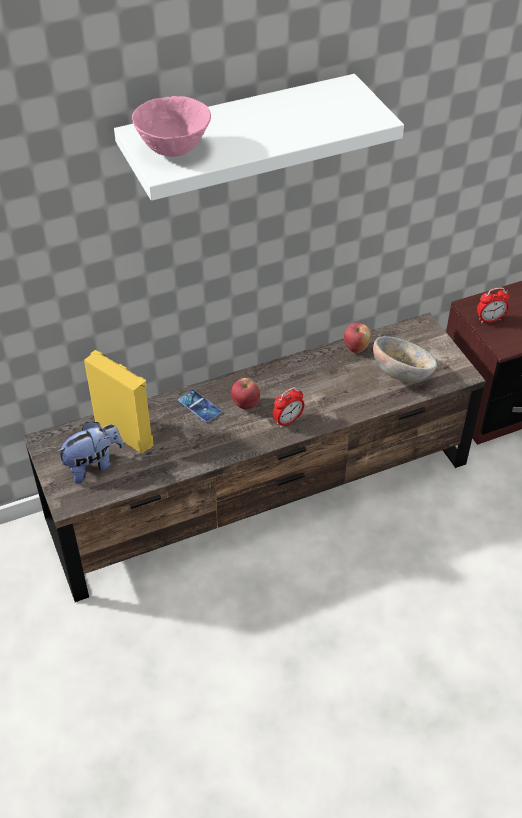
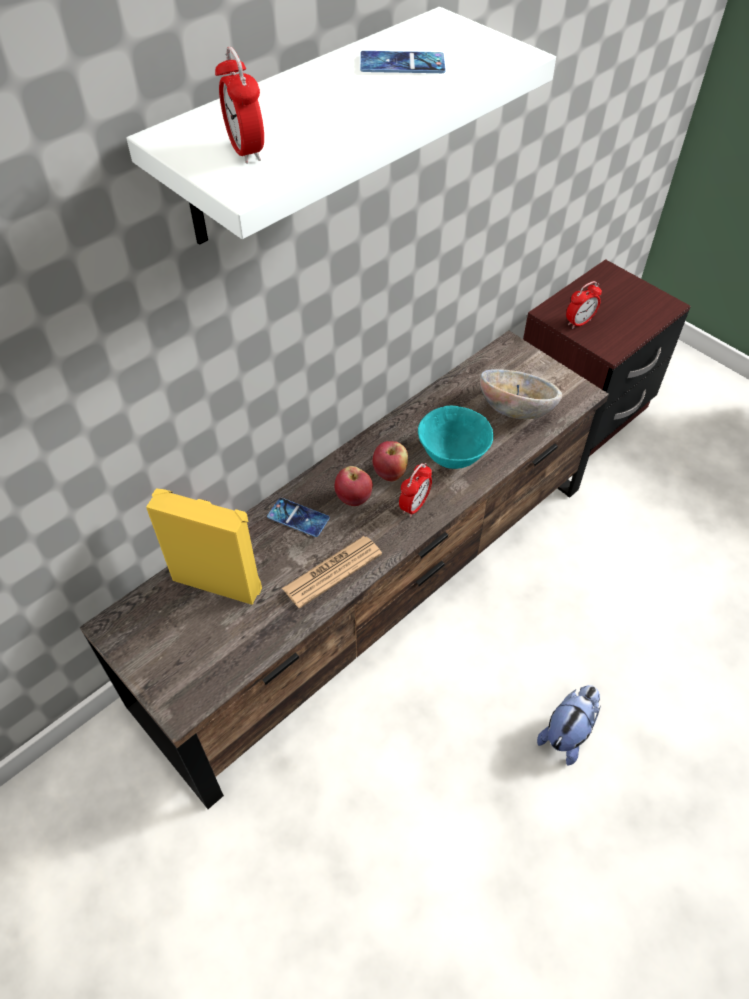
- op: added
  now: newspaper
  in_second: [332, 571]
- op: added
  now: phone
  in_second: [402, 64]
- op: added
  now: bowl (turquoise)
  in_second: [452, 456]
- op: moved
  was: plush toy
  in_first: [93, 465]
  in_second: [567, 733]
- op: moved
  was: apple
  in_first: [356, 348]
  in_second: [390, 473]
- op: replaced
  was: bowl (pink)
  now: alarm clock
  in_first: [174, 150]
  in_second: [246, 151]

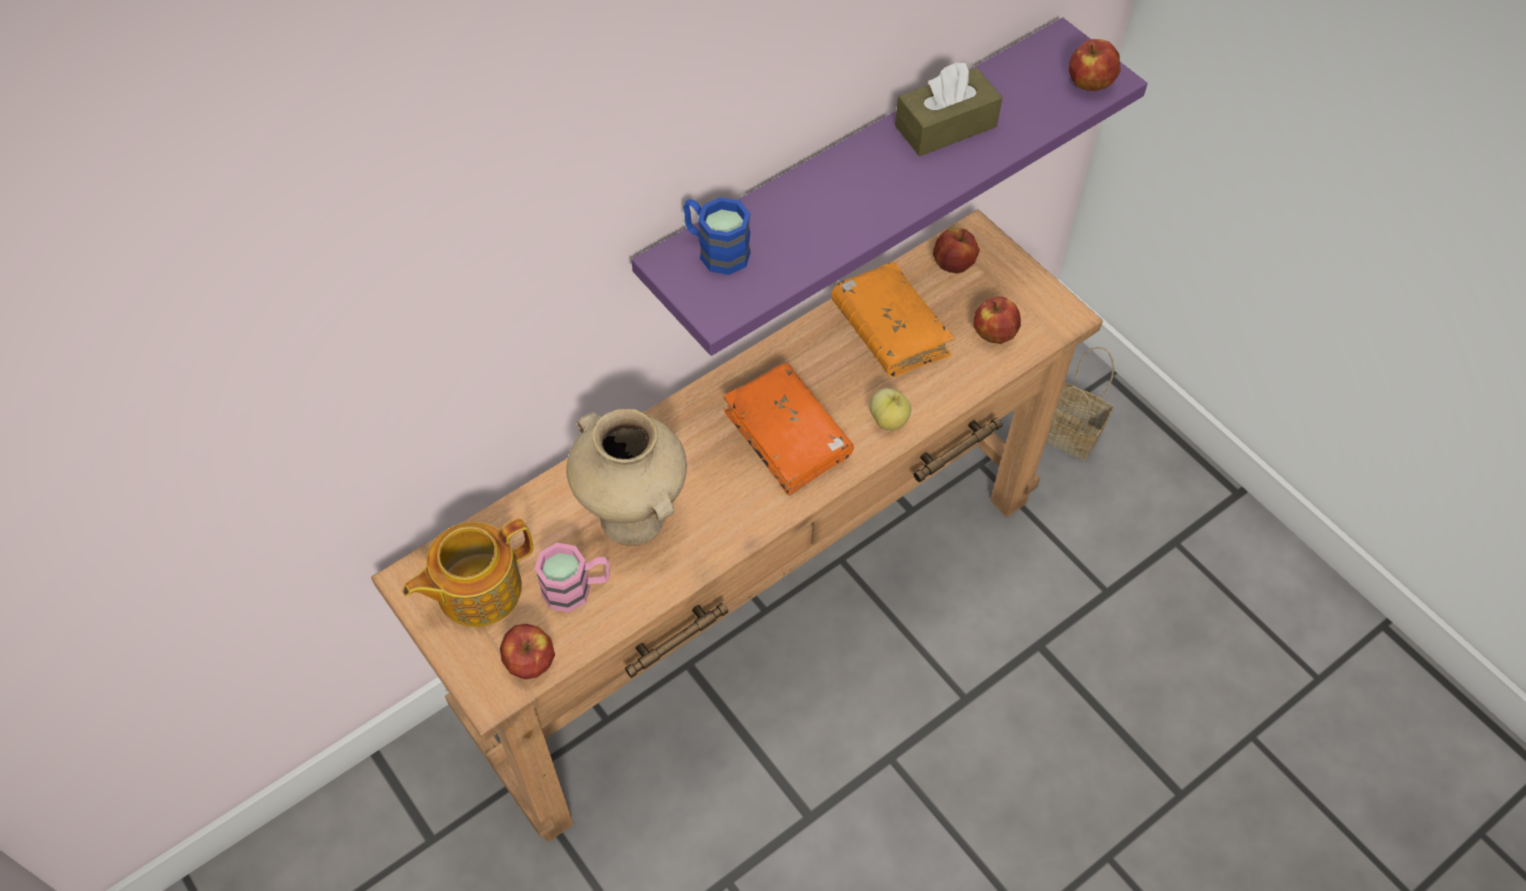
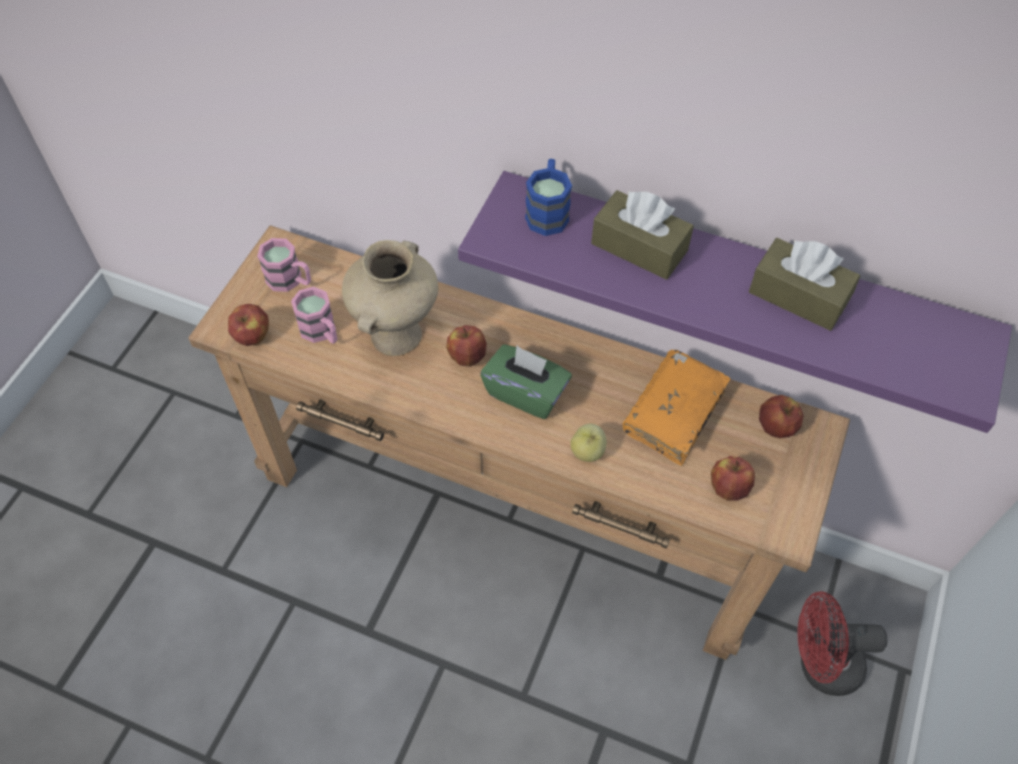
- op: added
  now: tissue box (brown)
  in_second: [639, 247]
- op: moved
  was: apple
  in_first: [1090, 83]
  in_second: [467, 357]
- op: replaced
  was: teapot
  now: mug (pink)
  in_first: [477, 589]
  in_second: [290, 281]
- op: replaced
  was: book (orange)
  now: tissue box (green)
  in_first: [787, 437]
  in_second: [526, 393]
- op: replaced
  was: basket
  now: fan (red)
  in_first: [1071, 433]
  in_second: [820, 665]

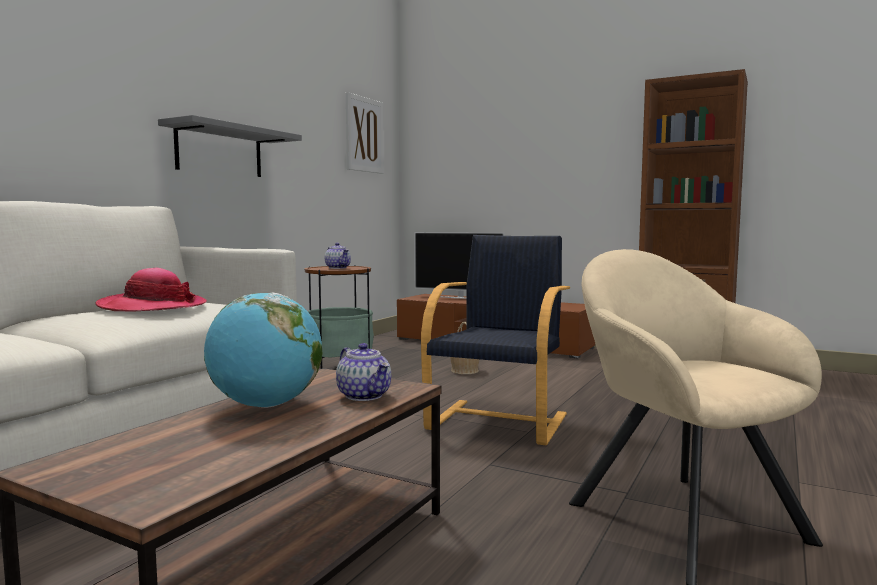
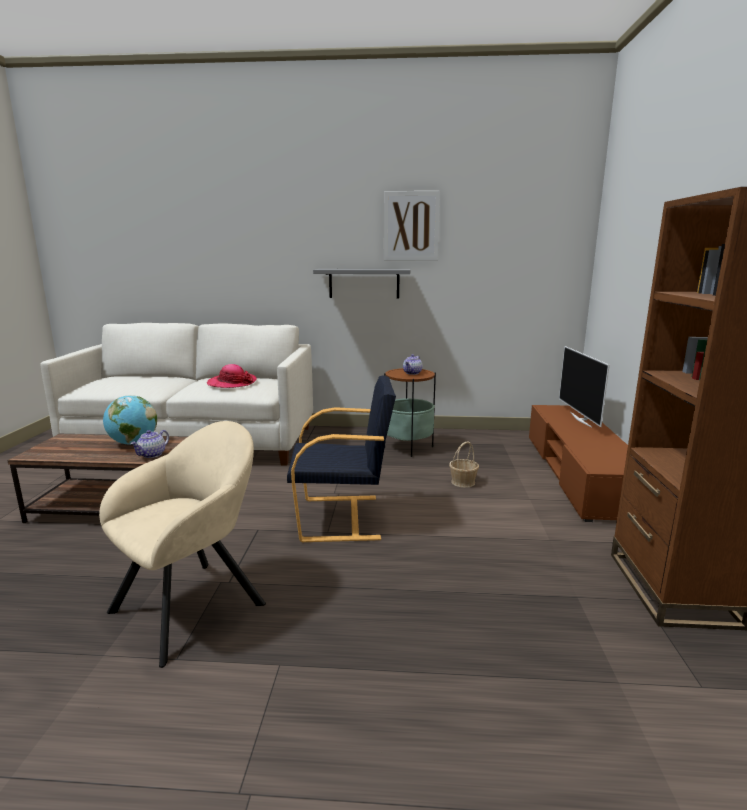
- op: moved
  was: picture
  in_first: [364, 135]
  in_second: [411, 226]

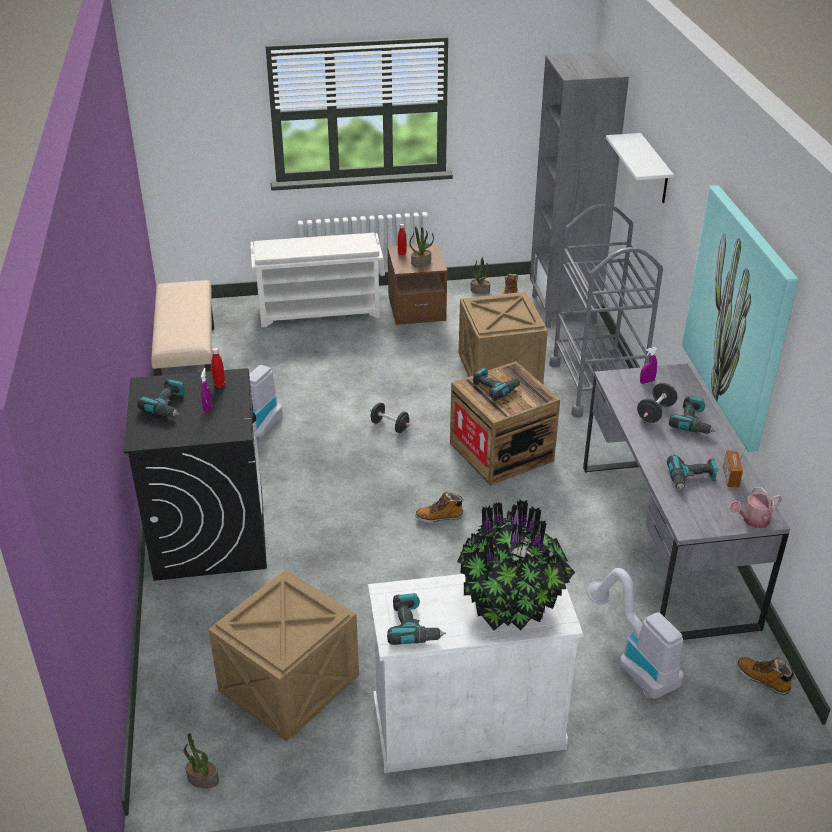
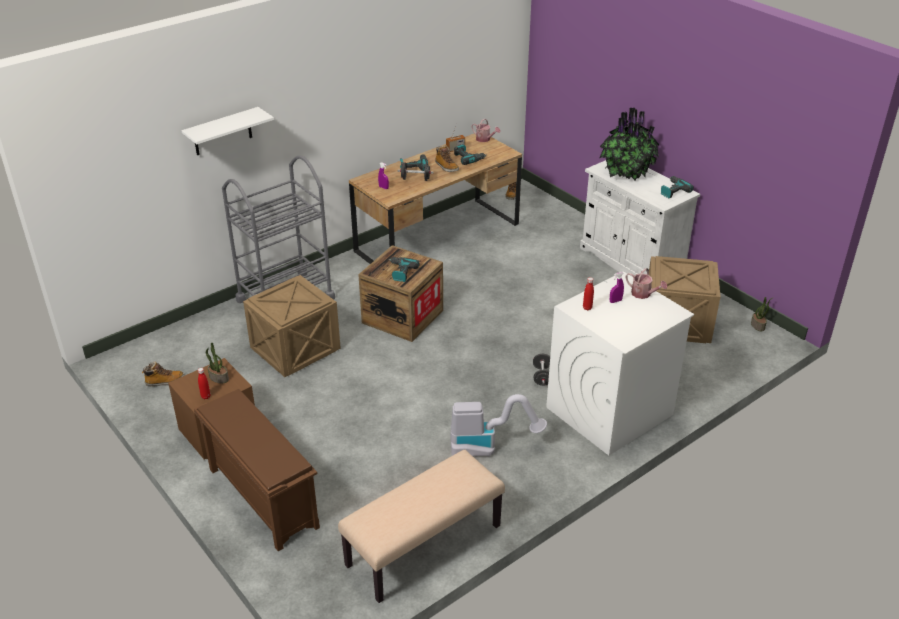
- op: removed
  was: power drill
  in_first: [168, 406]
- op: removed
  was: potted plant
  in_first: [480, 291]
- op: removed
  was: bookcase (grey)
  in_first: [564, 310]
- op: removed
  was: vacuum cleaner
  in_first: [634, 660]
- op: removed
  was: picture
  in_first: [740, 315]
- op: added
  now: watering can
  in_second: [643, 294]
- op: moved
  was: dumbbell (black)
  in_first: [390, 426]
  in_second: [542, 376]
- op: moved
  was: boot
  in_first: [439, 517]
  in_second: [446, 167]
- op: recoloured
  was: washing machine (black)
  now: washing machine (white)
  in_first: [209, 534]
  in_second: [609, 411]
- op: recoloured
  was: shoe rack (white)
  now: shoe rack (brown)
  in_first: [320, 311]
  in_second: [261, 497]
- op: recoloured
  was: desk (grey)
  now: desk (brown)
  in_first: [664, 542]
  in_second: [438, 237]

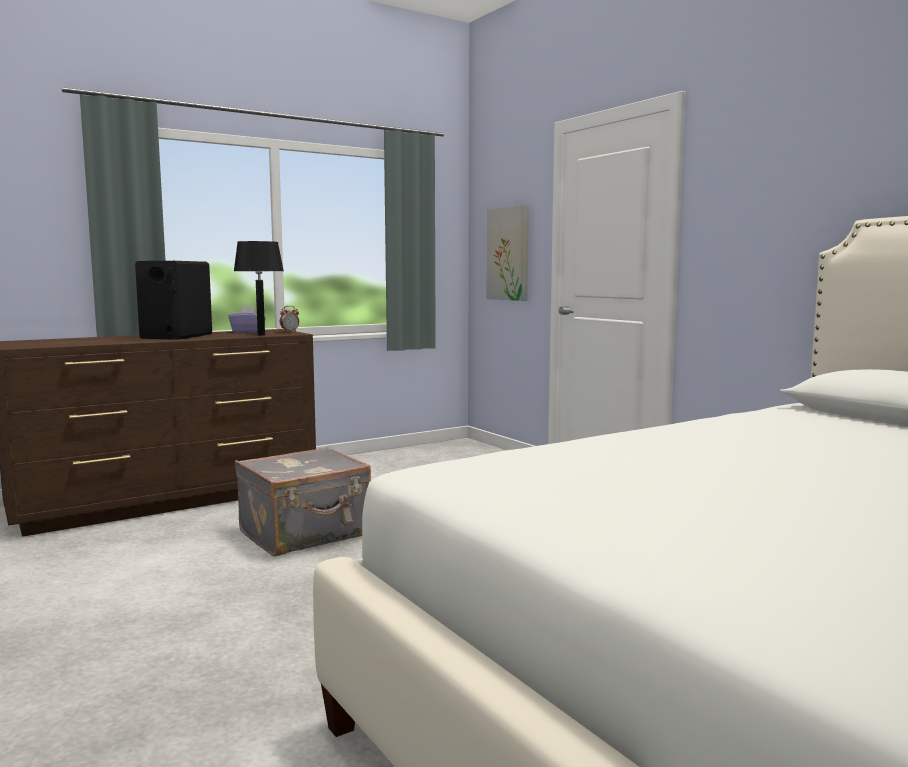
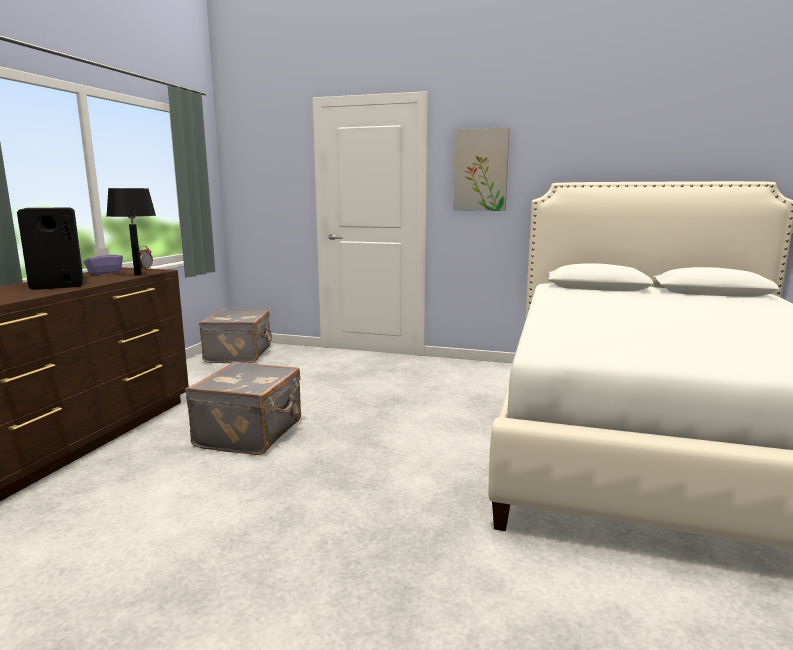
- op: added
  now: suitcase (grey)
  in_second: [239, 355]
- op: moved
  was: picture
  in_first: [508, 254]
  in_second: [480, 170]

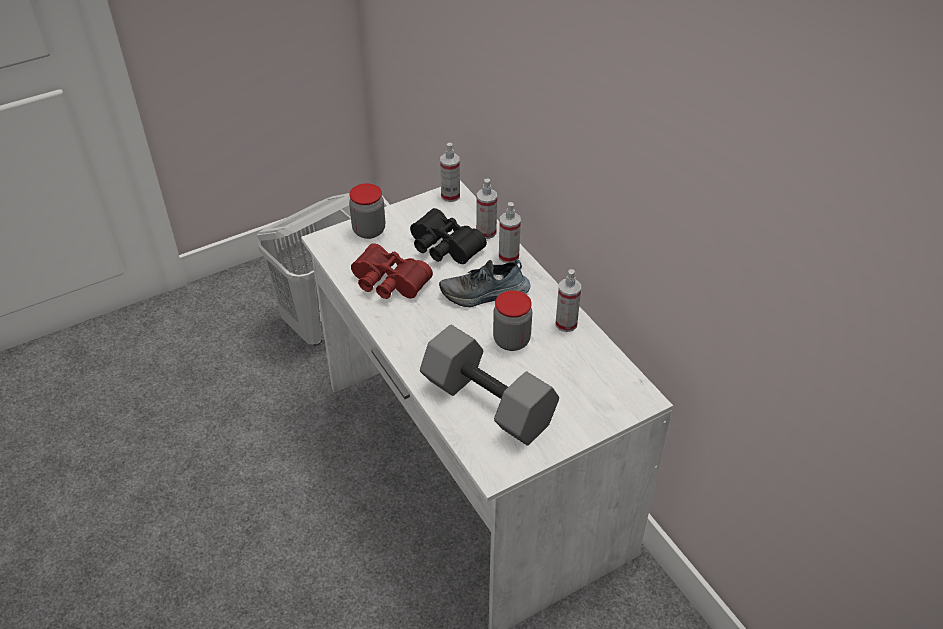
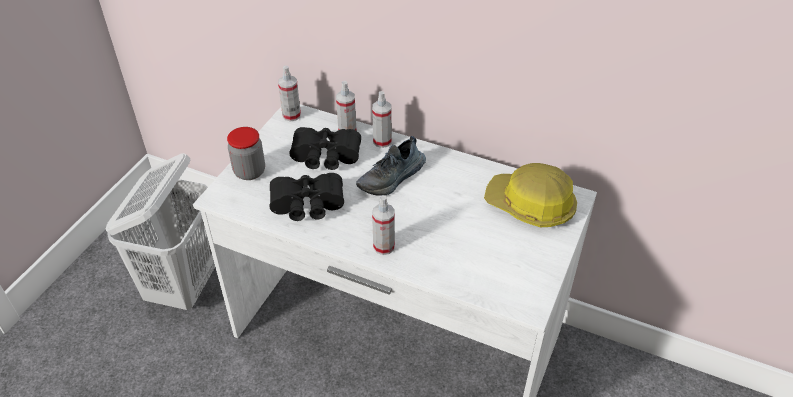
- op: removed
  was: dumbbell (grey)
  in_first: [485, 403]
- op: removed
  was: jar
  in_first: [511, 340]
- op: added
  now: hard hat
  in_second: [530, 206]
- op: moved
  was: spray bottle
  in_first: [566, 324]
  in_second: [384, 246]
- op: recoloured
  was: binoculars (red)
  now: binoculars (black)
  in_first: [388, 284]
  in_second: [307, 207]

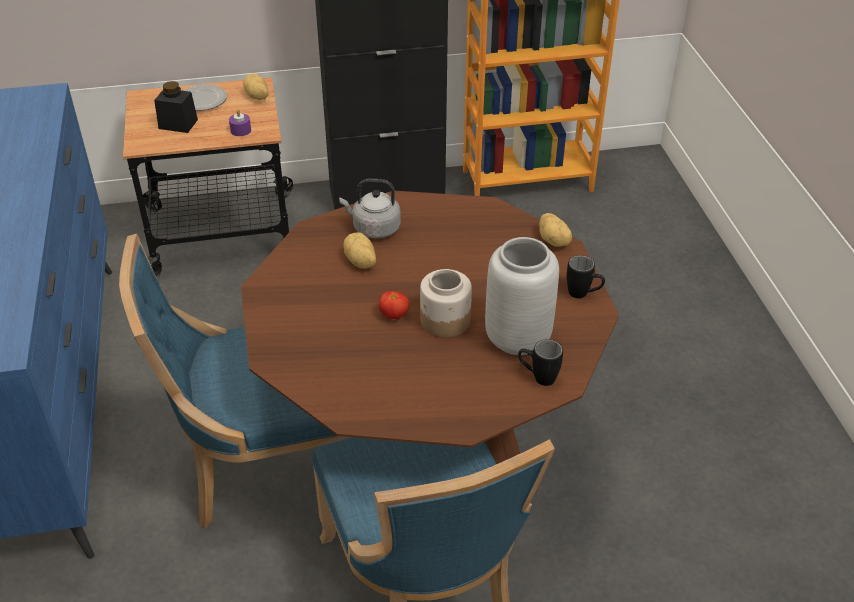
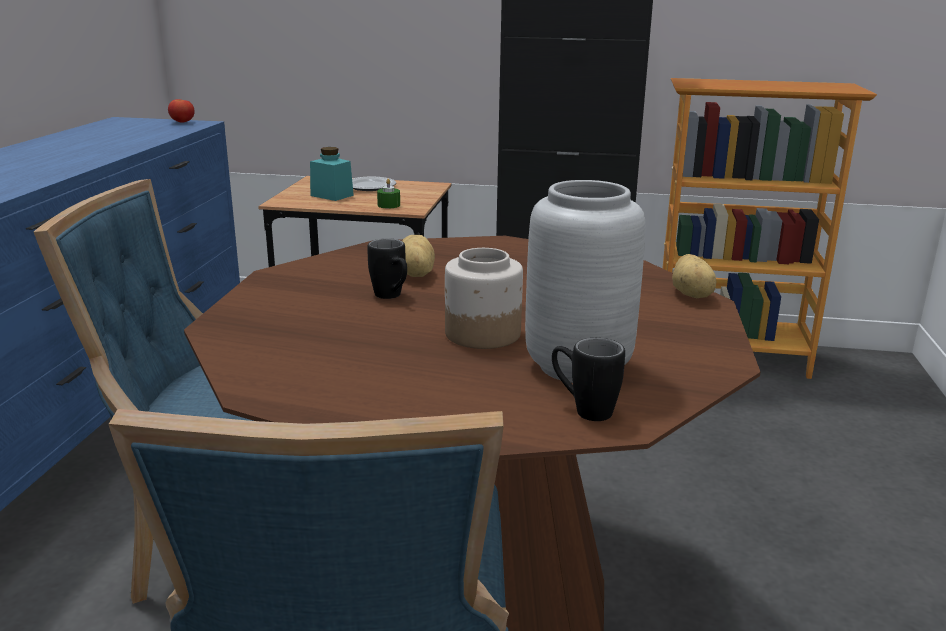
- op: removed
  was: potato
  in_first: [256, 97]
- op: removed
  was: kettle (grey)
  in_first: [374, 228]
- op: moved
  was: tomato
  in_first: [394, 315]
  in_second: [182, 122]
- op: moved
  was: mug (black)
  in_first: [583, 295]
  in_second: [392, 297]
- op: recoloured
  was: jar (black)
  now: jar (turquoise)
  in_first: [178, 124]
  in_second: [332, 195]
- op: recoloured
  was: candle (purple)
  now: candle (green)
  in_first: [240, 130]
  in_second: [388, 205]

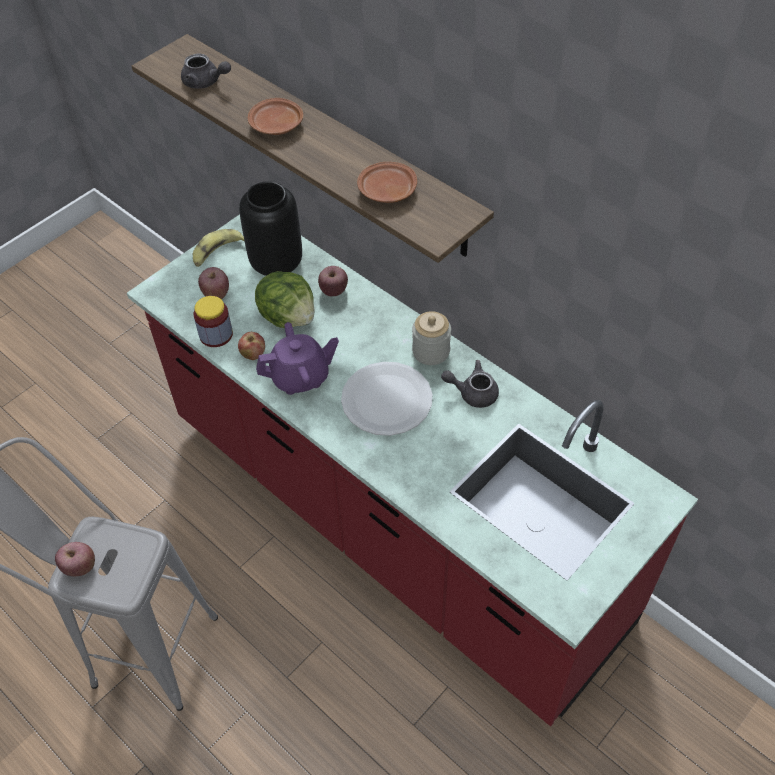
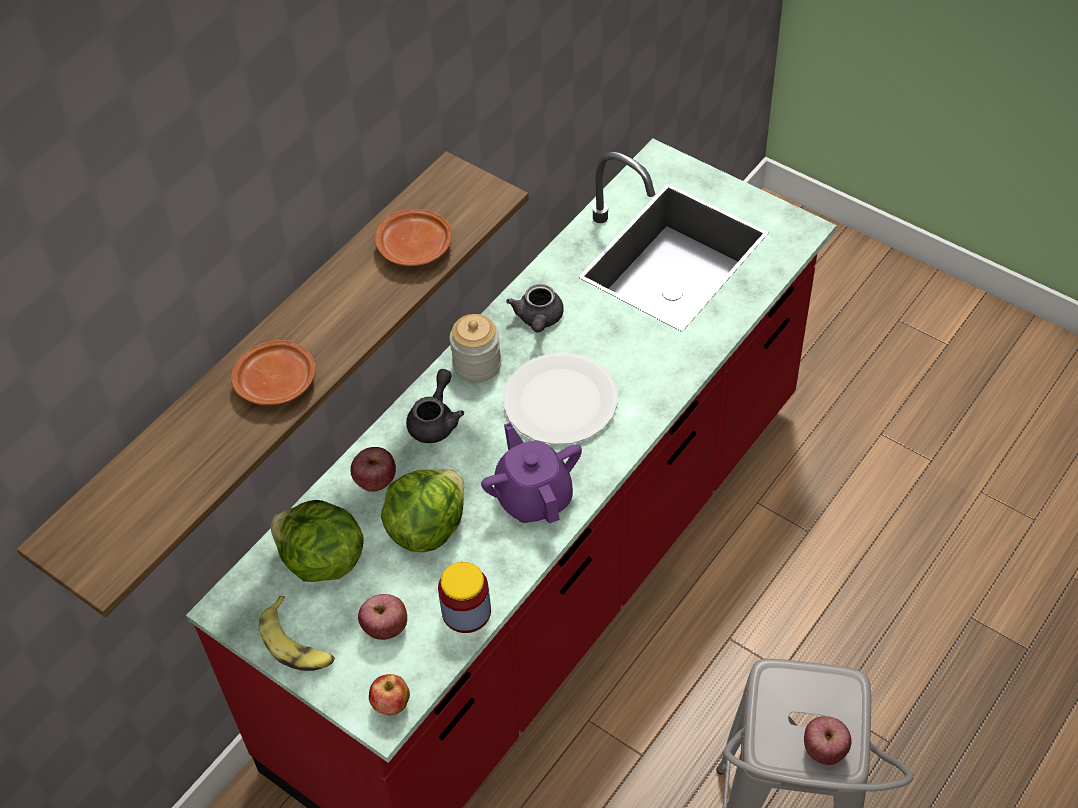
- op: moved
  was: teapot (grey)
  in_first: [205, 82]
  in_second: [435, 420]
- op: moved
  was: apple
  in_first: [253, 355]
  in_second: [391, 705]
- op: replaced
  was: vase (black)
  now: lettuce
  in_first: [275, 264]
  in_second: [322, 561]

